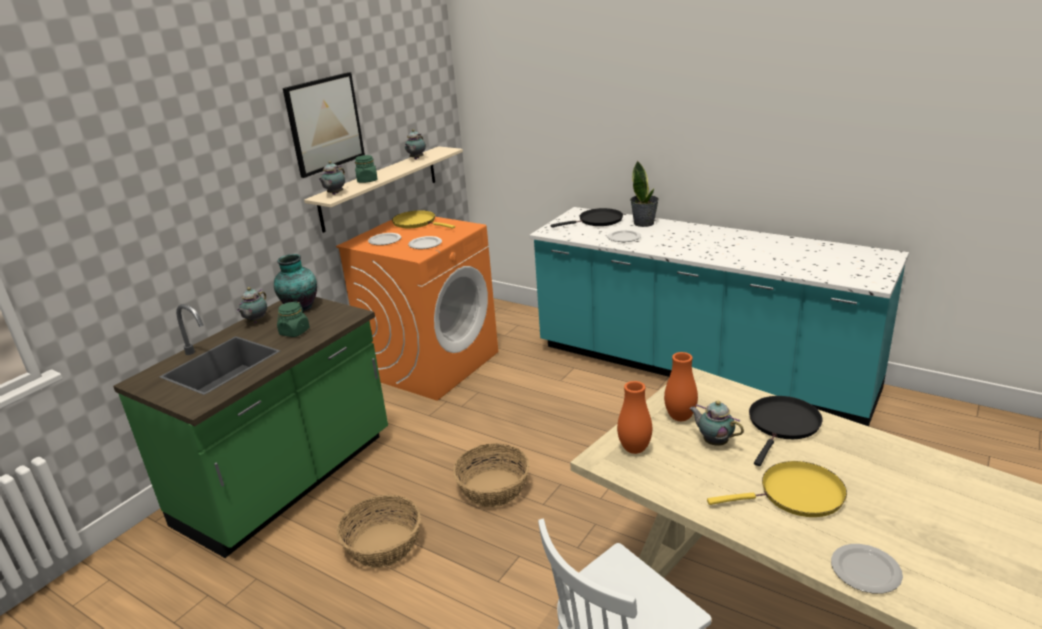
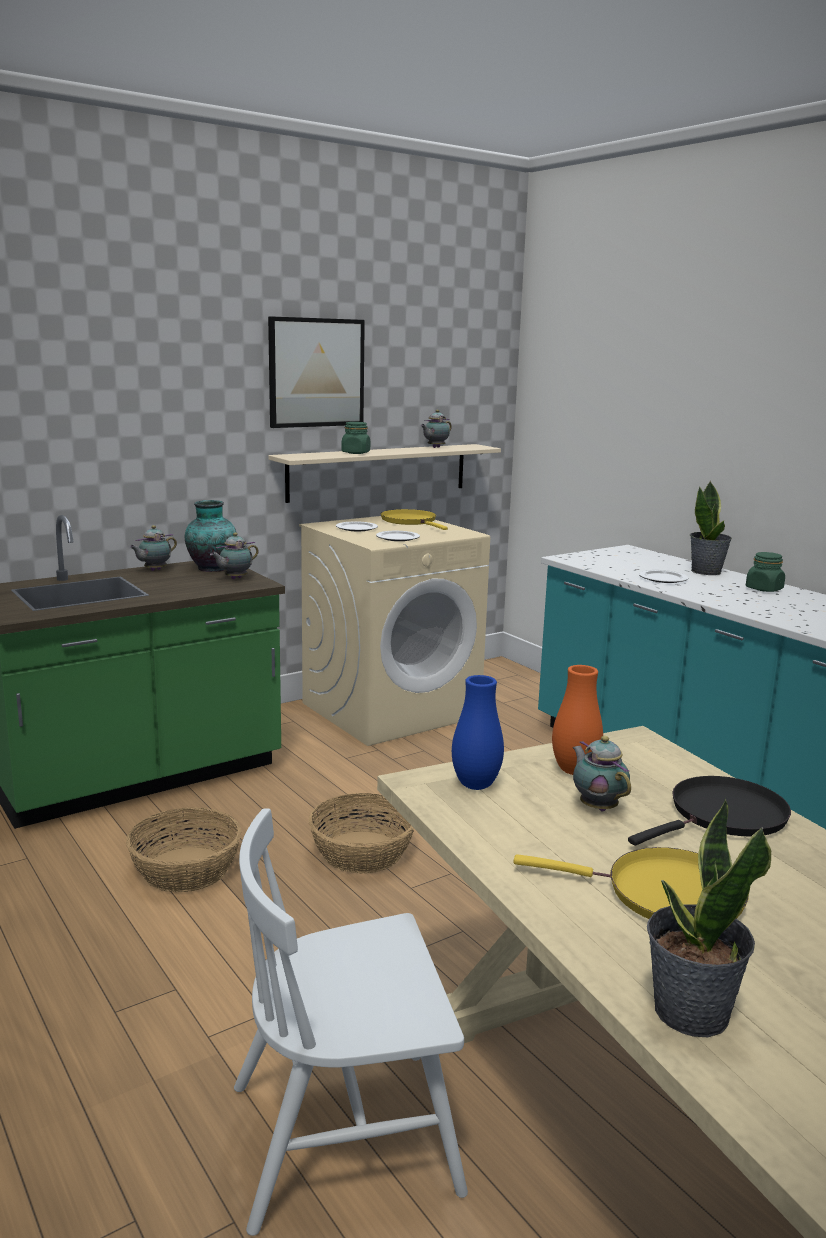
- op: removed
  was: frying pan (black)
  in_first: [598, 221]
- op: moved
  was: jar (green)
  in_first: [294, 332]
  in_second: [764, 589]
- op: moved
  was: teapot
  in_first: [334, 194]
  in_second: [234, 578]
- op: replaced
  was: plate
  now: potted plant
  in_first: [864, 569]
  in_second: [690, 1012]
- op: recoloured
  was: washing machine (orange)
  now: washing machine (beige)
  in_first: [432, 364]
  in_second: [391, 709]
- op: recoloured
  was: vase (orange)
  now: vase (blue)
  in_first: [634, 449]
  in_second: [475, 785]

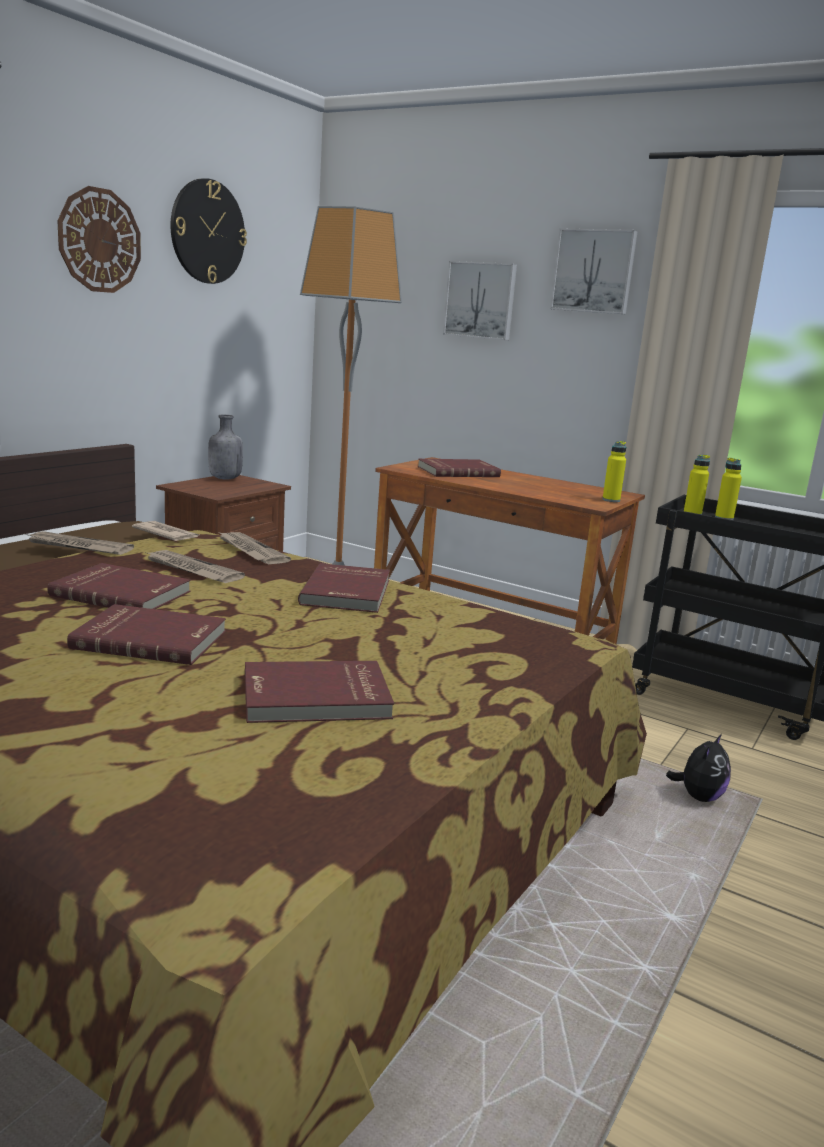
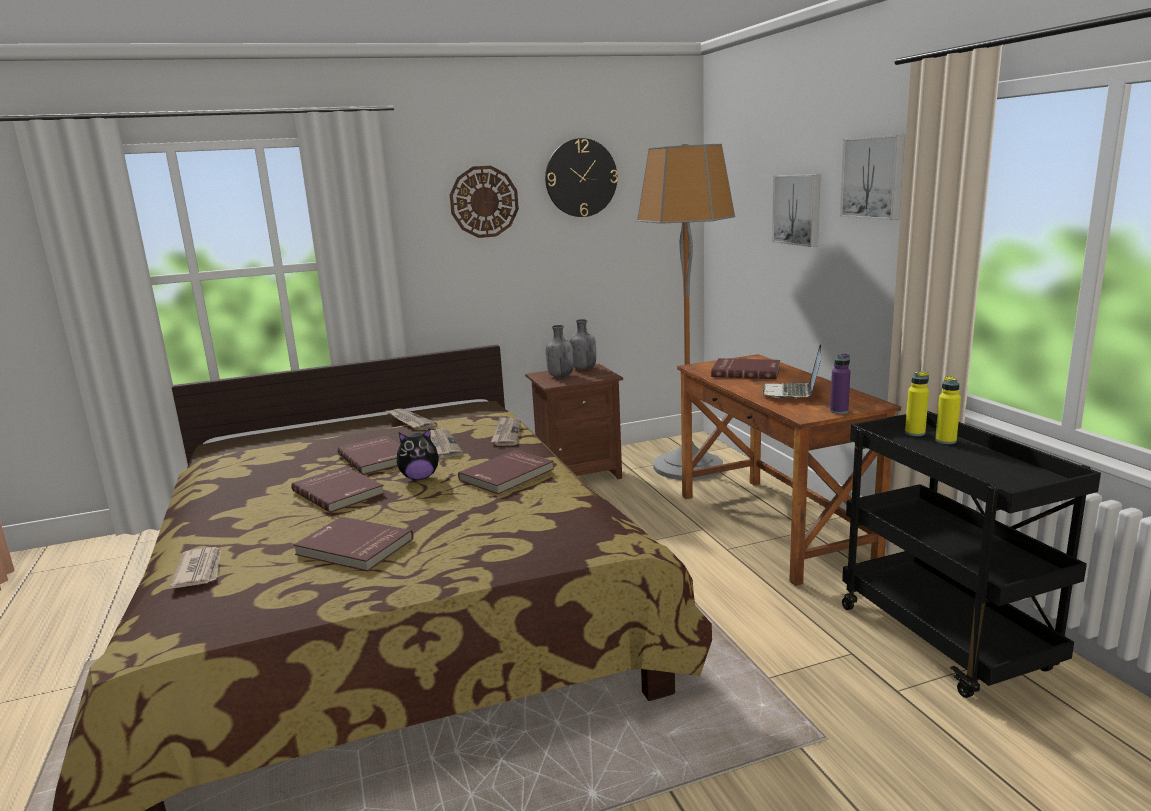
- op: added
  now: bottle (grey)
  in_second: [560, 375]
- op: added
  now: laptop
  in_second: [792, 393]
- op: moved
  was: newspaper
  in_first: [166, 534]
  in_second: [200, 570]
- op: moved
  was: plush toy
  in_first: [698, 797]
  in_second: [420, 477]
- op: recoloured
  was: bottle (yellow)
  now: bottle (purple)
  in_first: [611, 500]
  in_second: [839, 411]

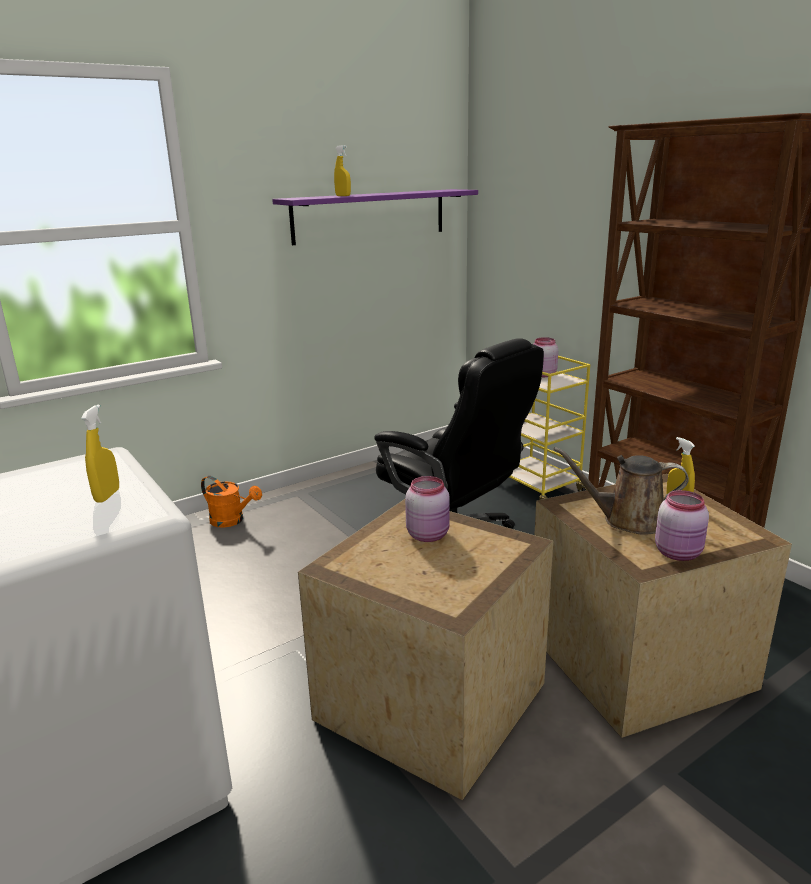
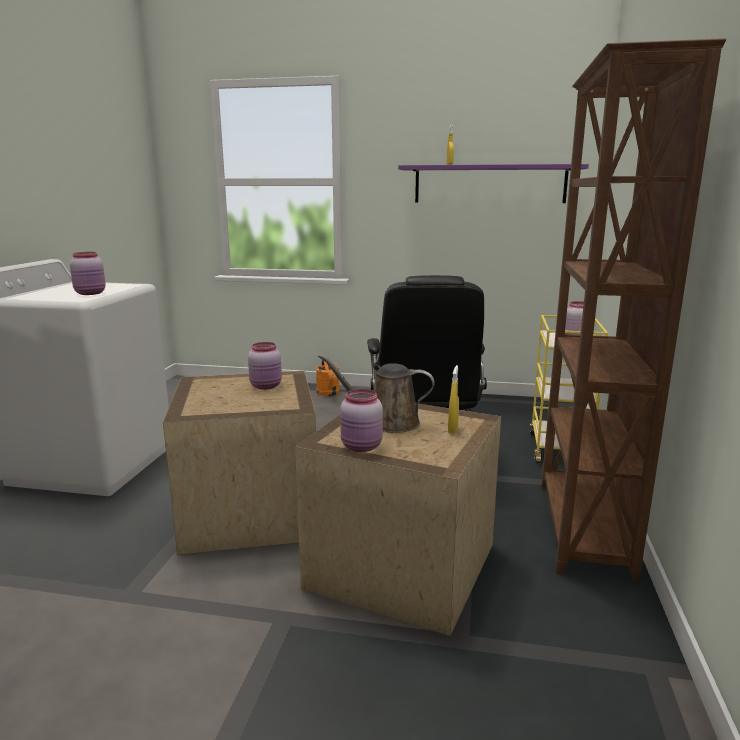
- op: replaced
  was: spray bottle (yellow)
  now: jar (pink)
  in_first: [107, 496]
  in_second: [91, 293]
- op: turned
  was: watering can (brown)
  in_first: [627, 520]
  in_second: [386, 423]
  clockwise: -45

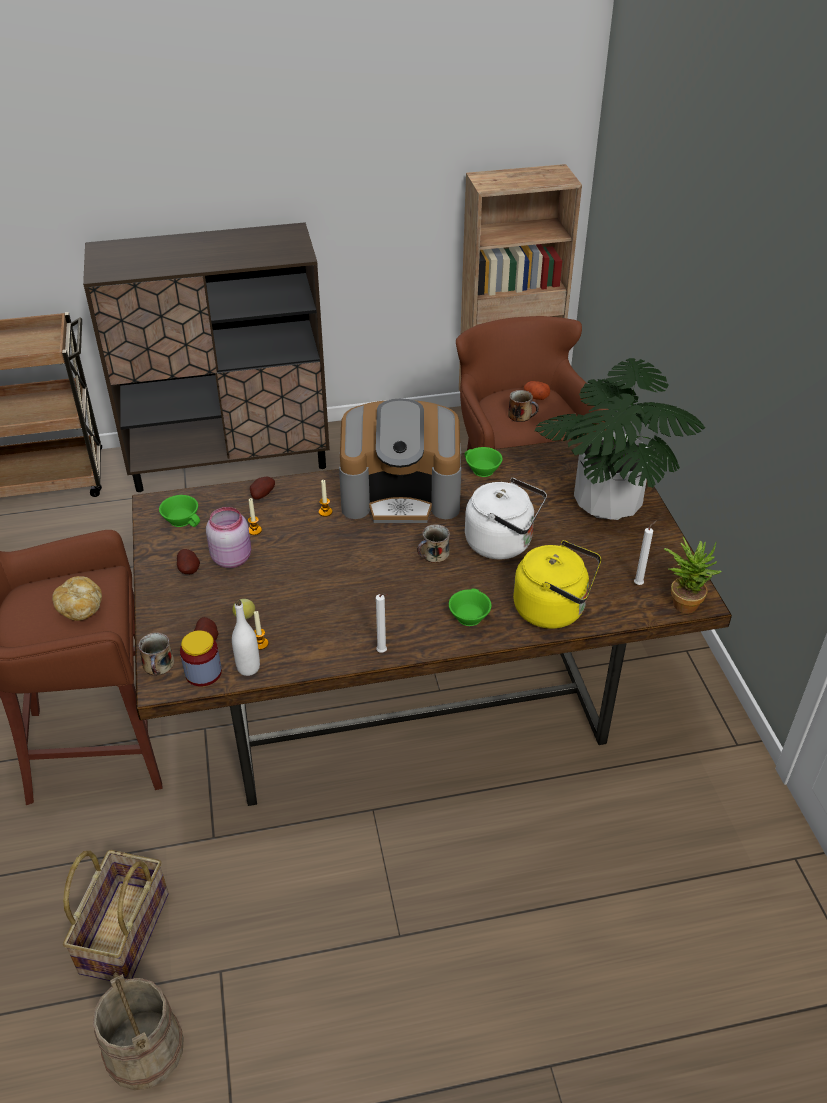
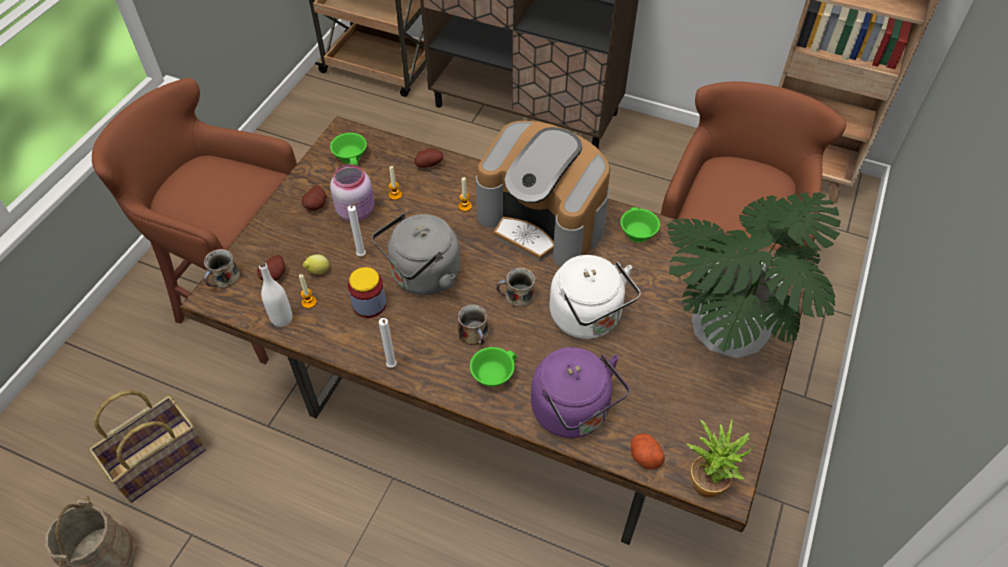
- op: removed
  was: bread
  in_first: [80, 607]
- op: added
  now: kettle (grey)
  in_second: [422, 277]
- op: moved
  was: jar
  in_first: [203, 673]
  in_second: [369, 304]
- op: moved
  was: mug
  in_first: [521, 415]
  in_second: [474, 334]
- op: moved
  was: potato
  in_first: [535, 397]
  in_second: [644, 456]
- op: moved
  was: candle (white)
  in_first: [639, 583]
  in_second: [363, 255]
- op: recoloured
  was: kettle (yellow)
  now: kettle (purple)
  in_first: [554, 609]
  in_second: [573, 413]

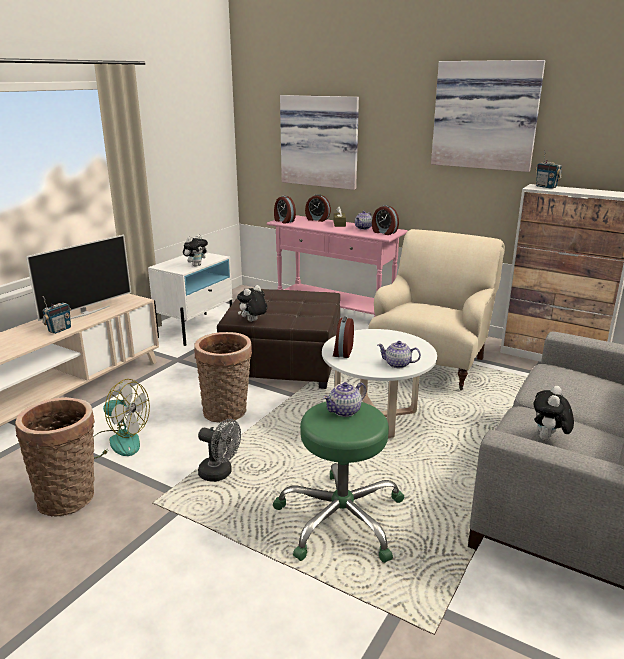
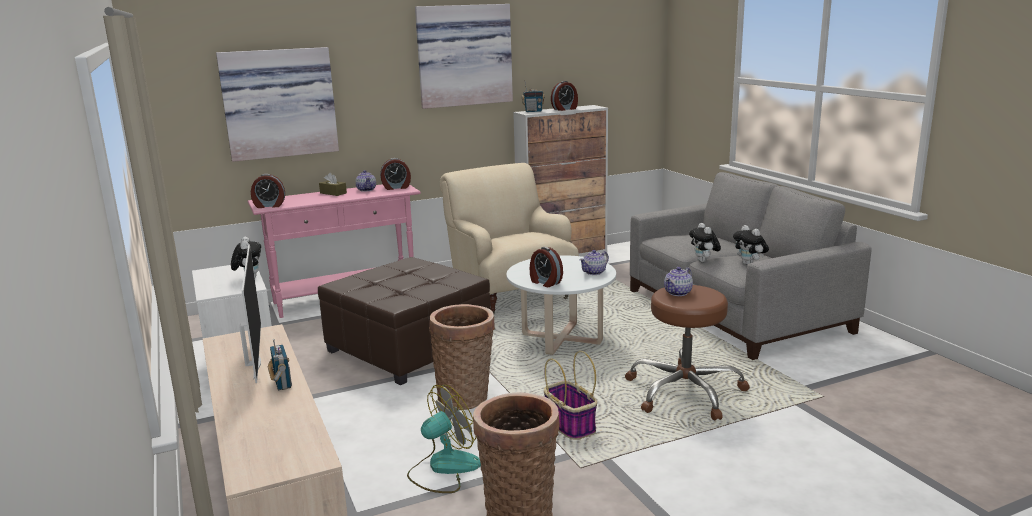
- op: moved
  was: plush toy
  in_first: [253, 321]
  in_second: [704, 261]
- op: moved
  was: alarm clock
  in_first: [317, 219]
  in_second: [565, 109]
- op: replaced
  was: fan (grey)
  now: basket
  in_first: [220, 473]
  in_second: [569, 425]
- op: recoloured
  was: stool (green)
  now: stool (brown)
  in_first: [340, 519]
  in_second: [684, 391]
- op: turned
  was: teapot
  in_first: [345, 411]
  in_second: [678, 293]
  clockwise: 45

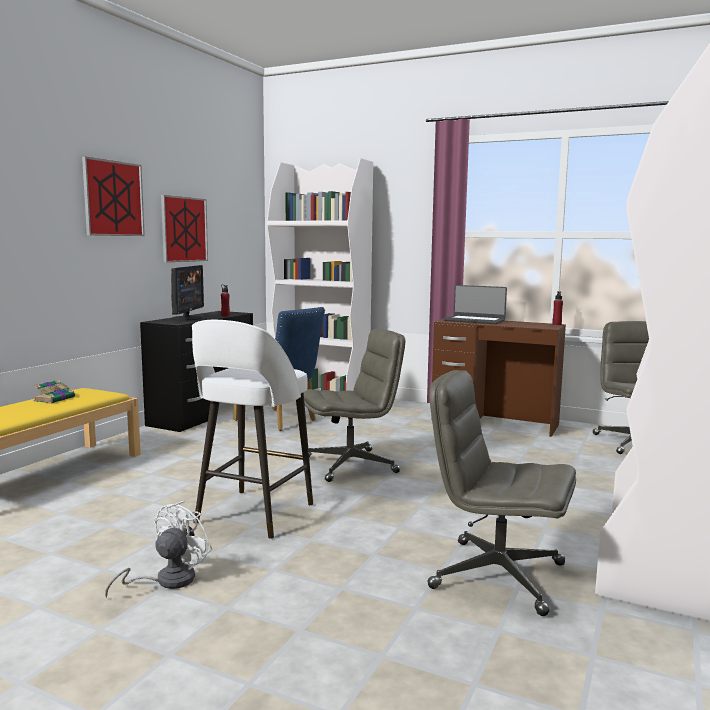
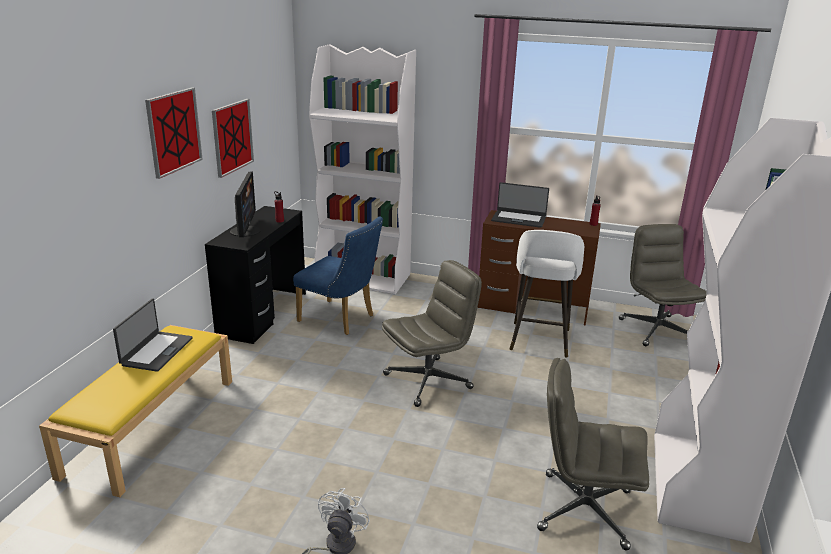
- op: moved
  was: stool (white)
  in_first: [252, 515]
  in_second: [539, 341]
- op: replaced
  was: book
  now: laptop
  in_first: [55, 399]
  in_second: [156, 351]

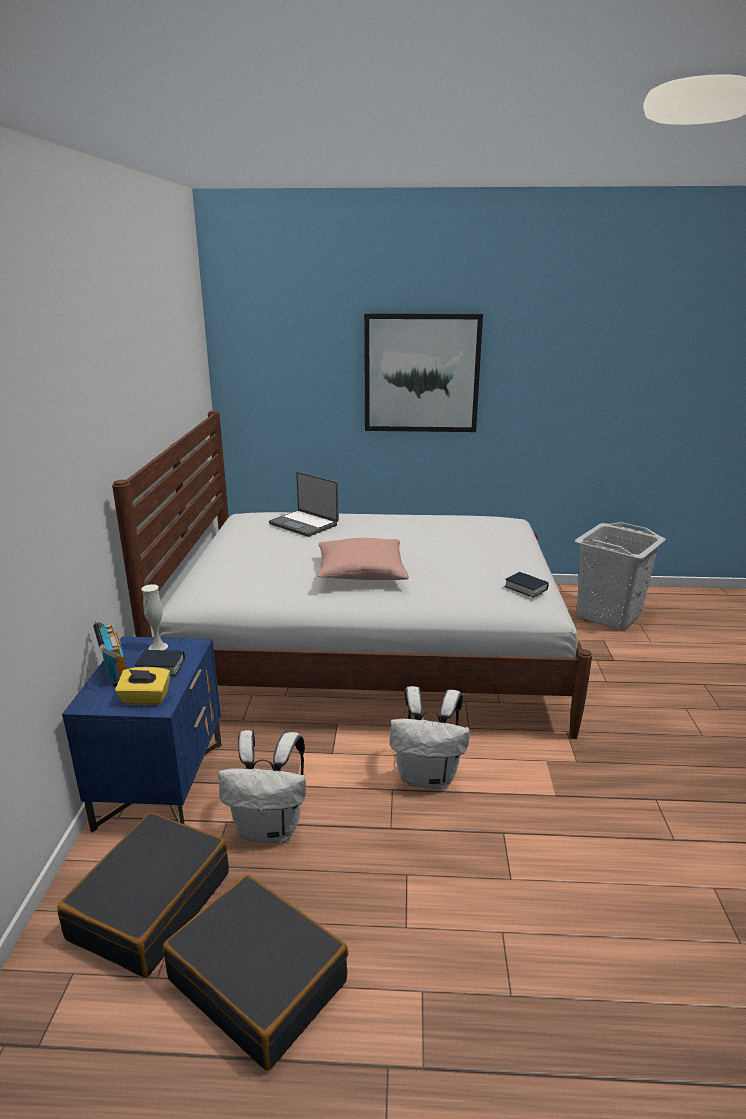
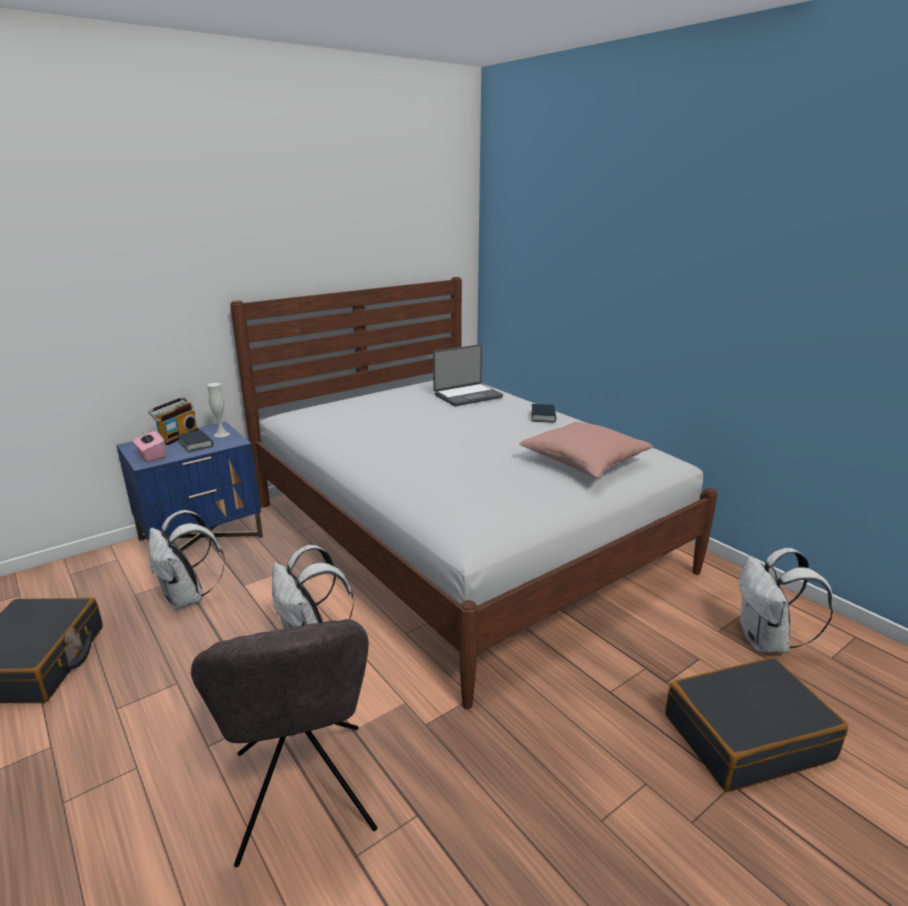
- op: removed
  was: picture
  in_first: [421, 373]
- op: added
  now: chair (grey)
  in_second: [303, 796]
- op: moved
  was: suitcase (black)
  in_first: [150, 905]
  in_second: [746, 736]
- op: moved
  was: pillow (pink)
  in_first: [361, 573]
  in_second: [584, 462]
- op: moved
  was: book
  in_first: [526, 588]
  in_second: [543, 417]
- op: replaced
  was: laundry basket (grey)
  now: backpack (white)
  in_first: [609, 615]
  in_second: [766, 642]
- op: recoloured
  was: tissue box (yellow)
  now: tissue box (pink)
  in_first: [145, 699]
  in_second: [151, 456]
- op: turned
  was: laptop
  in_first: [304, 524]
  in_second: [467, 395]
  clockwise: -120

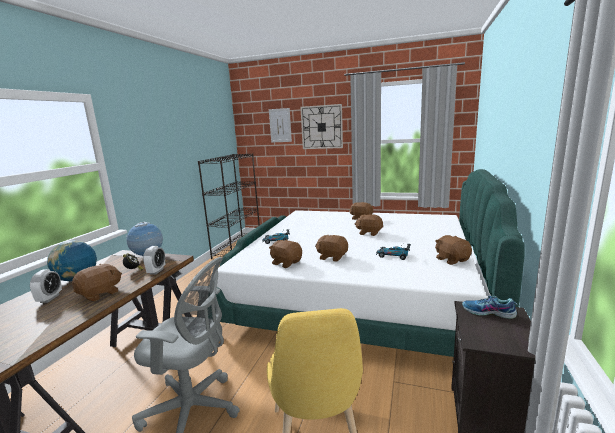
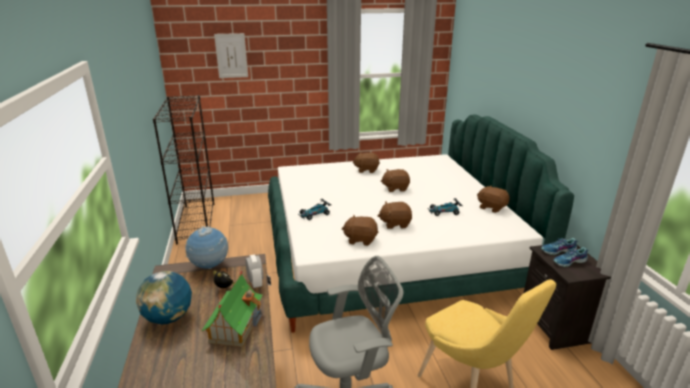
- op: removed
  was: alarm clock
  in_first: [49, 298]
- op: removed
  was: wall clock
  in_first: [321, 127]
- op: added
  now: shoe
  in_second: [569, 262]
- op: replaced
  was: plush toy (brown)
  now: toy house
  in_first: [100, 294]
  in_second: [235, 325]

